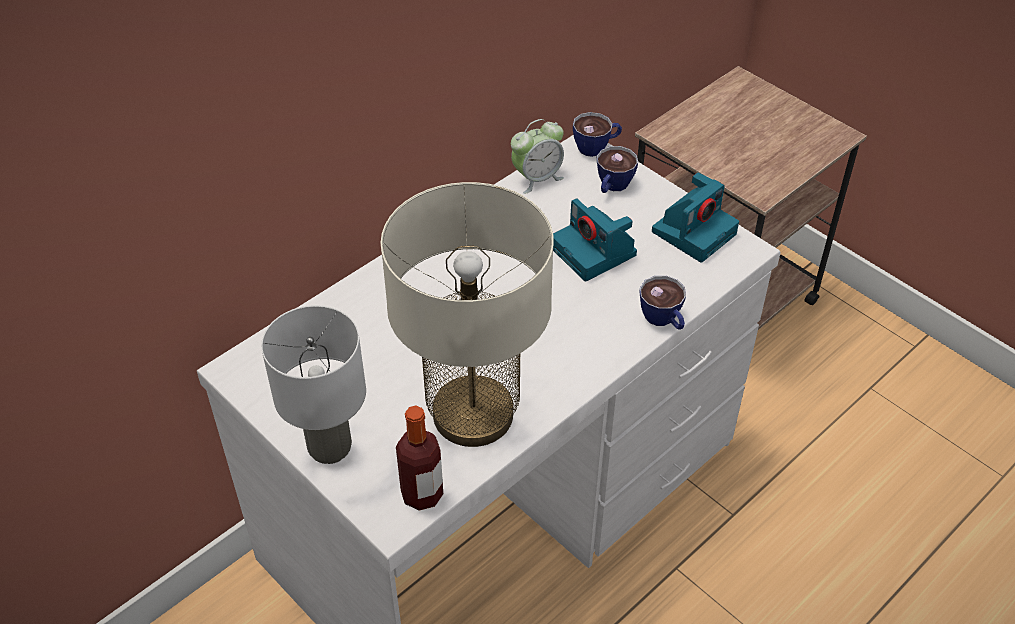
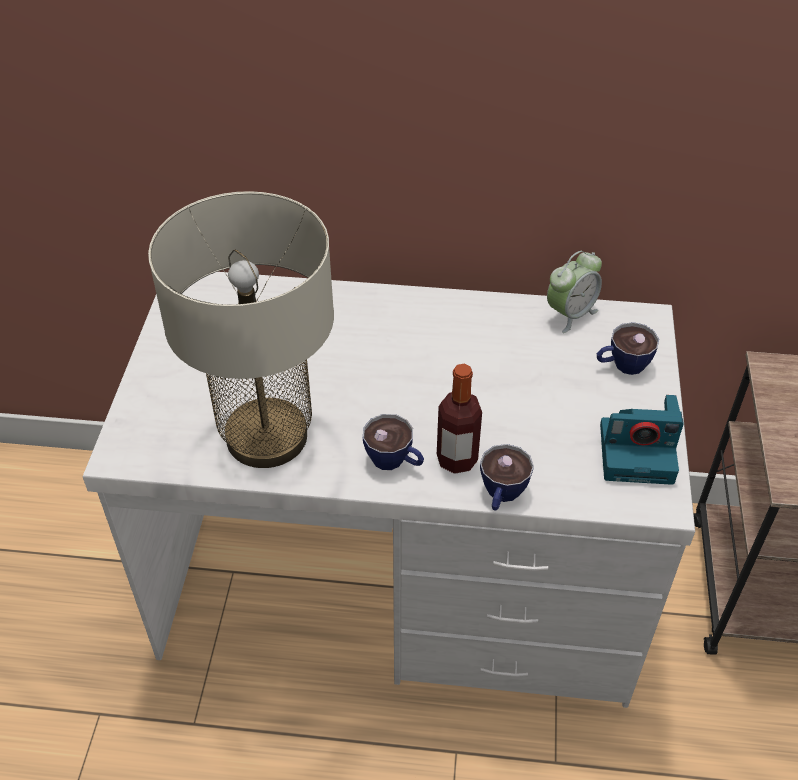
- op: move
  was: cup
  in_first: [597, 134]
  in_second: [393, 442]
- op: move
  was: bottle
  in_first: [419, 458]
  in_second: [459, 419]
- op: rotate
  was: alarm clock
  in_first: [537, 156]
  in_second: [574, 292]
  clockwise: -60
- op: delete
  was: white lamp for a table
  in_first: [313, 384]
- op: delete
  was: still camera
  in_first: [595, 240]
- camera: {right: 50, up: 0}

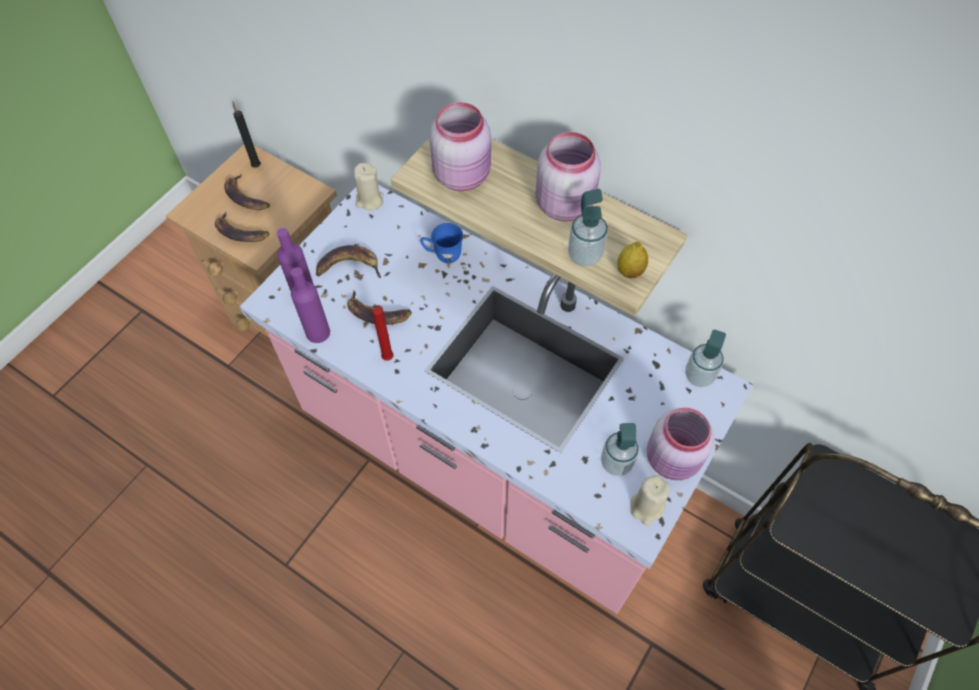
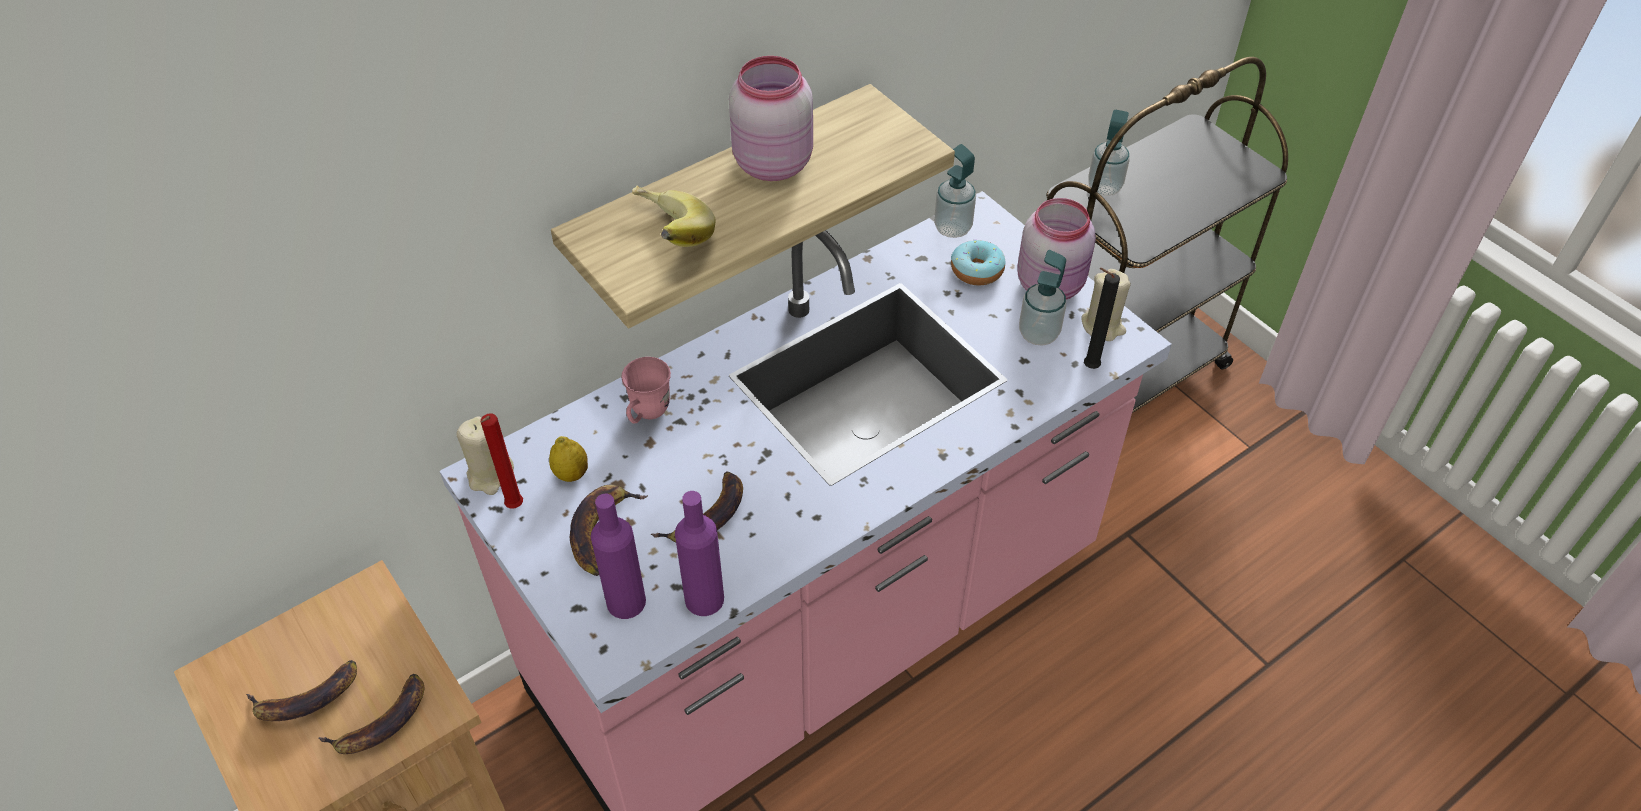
- op: move
  was: red-coloured wax light
  in_first: [379, 333]
  in_second: [502, 461]
- op: move
  was: whole lemon
  in_first: [632, 259]
  in_second: [568, 459]
- op: recolor
  was: blue-coloured mug
  now: pink mug
  in_first: [441, 243]
  in_second: [646, 390]
- op: replace
  was: pink storage jar
  now: banana
  in_first: [460, 146]
  in_second: [673, 216]
- op: insert
  now: donut
  in_second: [978, 263]
- op: move
  was: black-coloured wax light
  in_first: [246, 134]
  in_second: [1102, 318]
- op: move
  was: liquid soap bottle
  in_first: [588, 228]
  in_second: [1109, 153]
- camera: {right: -70, up: -10}

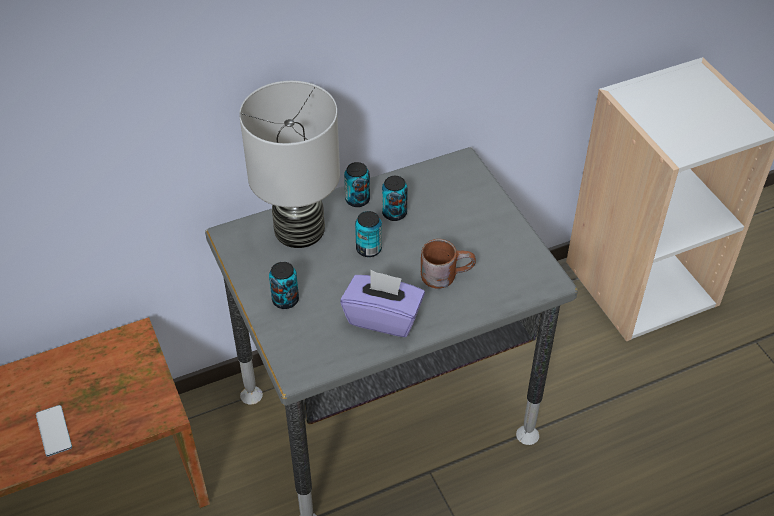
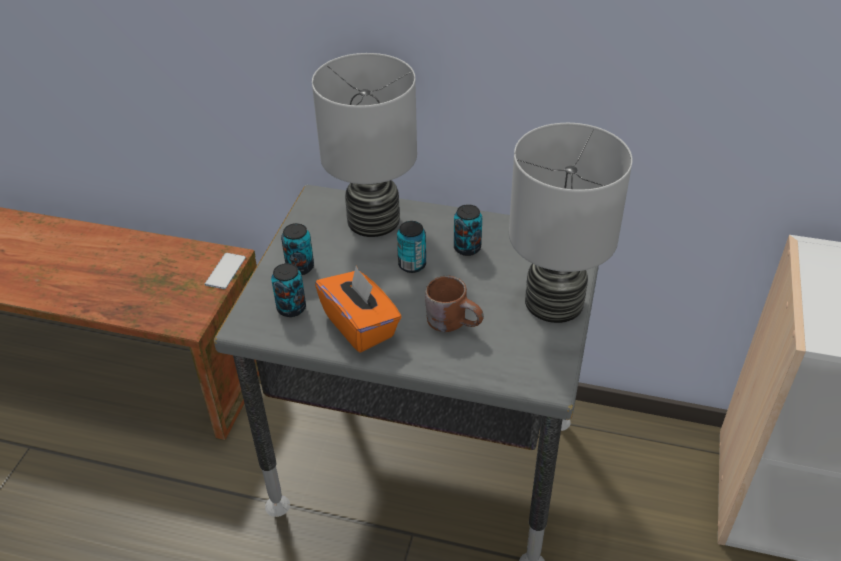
- op: move
  was: handset
  in_first: [54, 431]
  in_second: [225, 271]
- op: move
  was: can
  in_first: [357, 184]
  in_second: [288, 290]
- op: recolor
  was: purplish box of tissues
  now: orange box of tissues
  in_first: [382, 303]
  in_second: [358, 309]
- op: insert
  now: gray lamp for a table
  in_second: [571, 223]
- camera: {right: 40, up: -5}

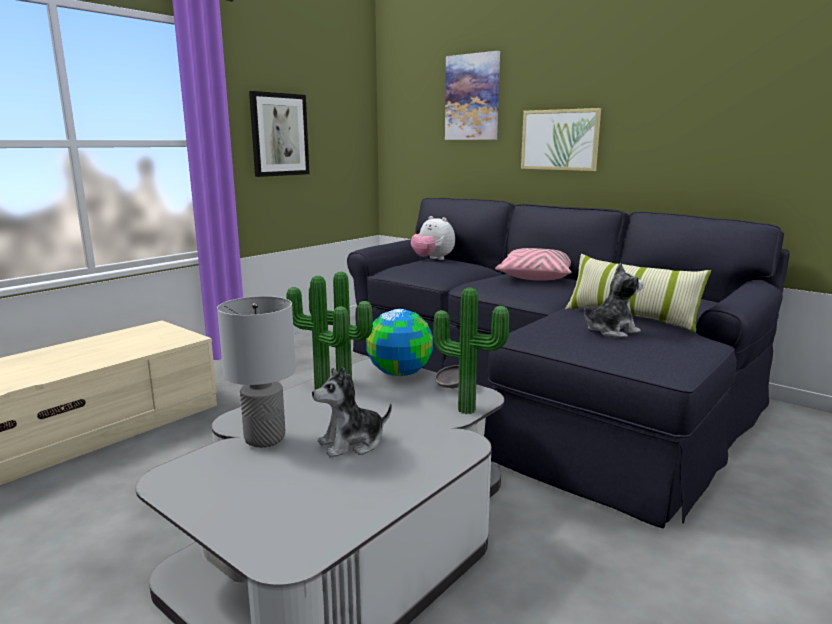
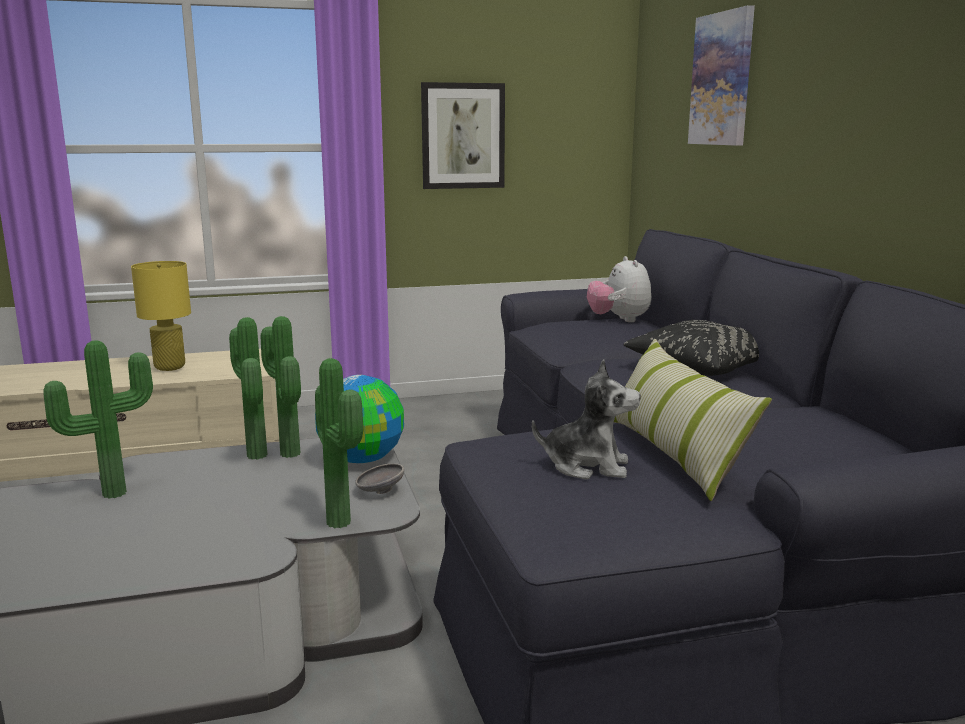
- op: replace
  was: gray lamp for a table
  now: potted plant
  in_first: [256, 372]
  in_second: [98, 419]
- op: insert
  now: yellow-coloured lamp for a table
  in_second: [161, 316]
- op: recolor
  was: pink pillow
  now: black-coloured pillow
  in_first: [533, 264]
  in_second: [691, 348]
- op: delete
  was: plush toy
  in_first: [352, 412]
- op: delete
  was: picture
  in_first: [561, 139]
- camera: {right: 35, up: 0}

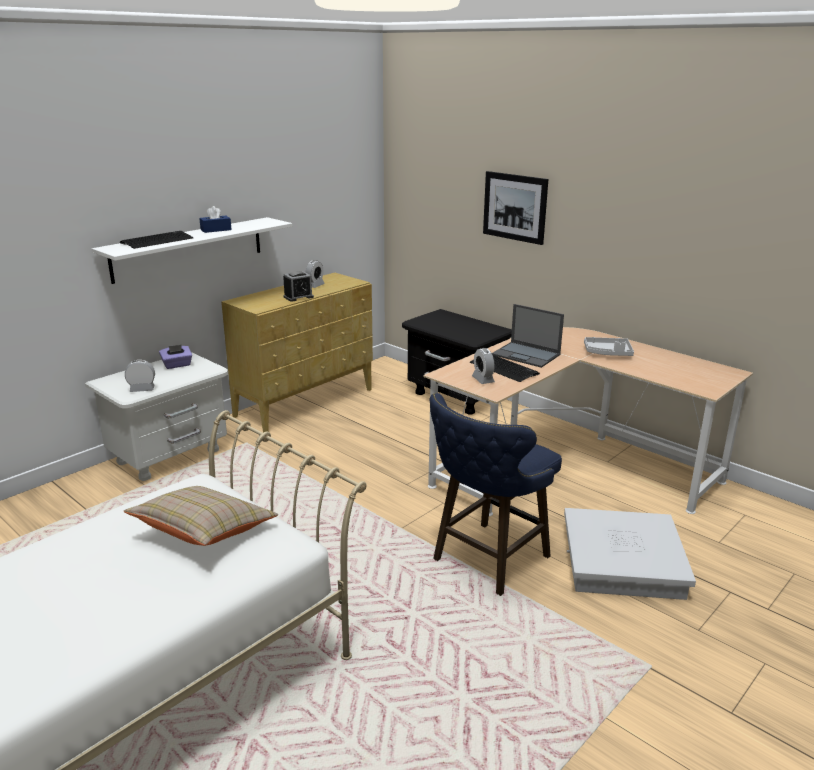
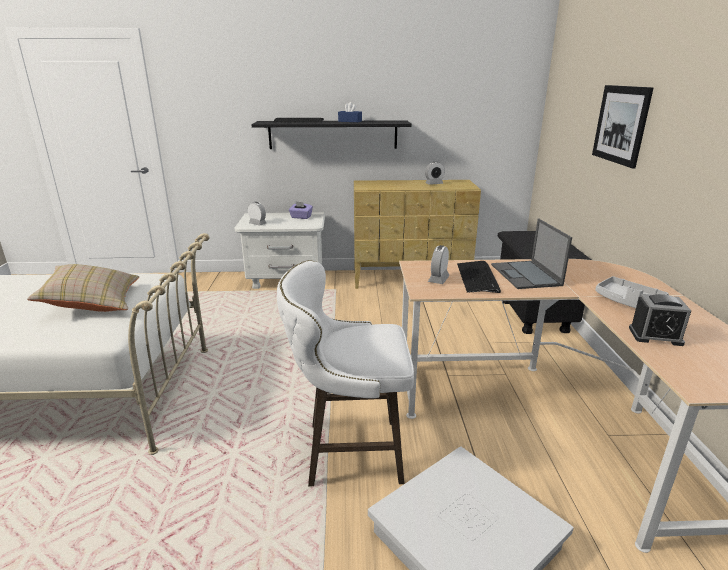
- op: recolor
  was: white wall shelf
  now: black-coloured wall shelf
  in_first: [192, 250]
  in_second: [331, 134]
- op: recolor
  was: blue-coloured stool
  now: white stool
  in_first: [496, 494]
  in_second: [345, 373]
- op: move
  was: alarm clock
  in_first: [298, 286]
  in_second: [660, 320]
- camera: {right: 45, up: 0}

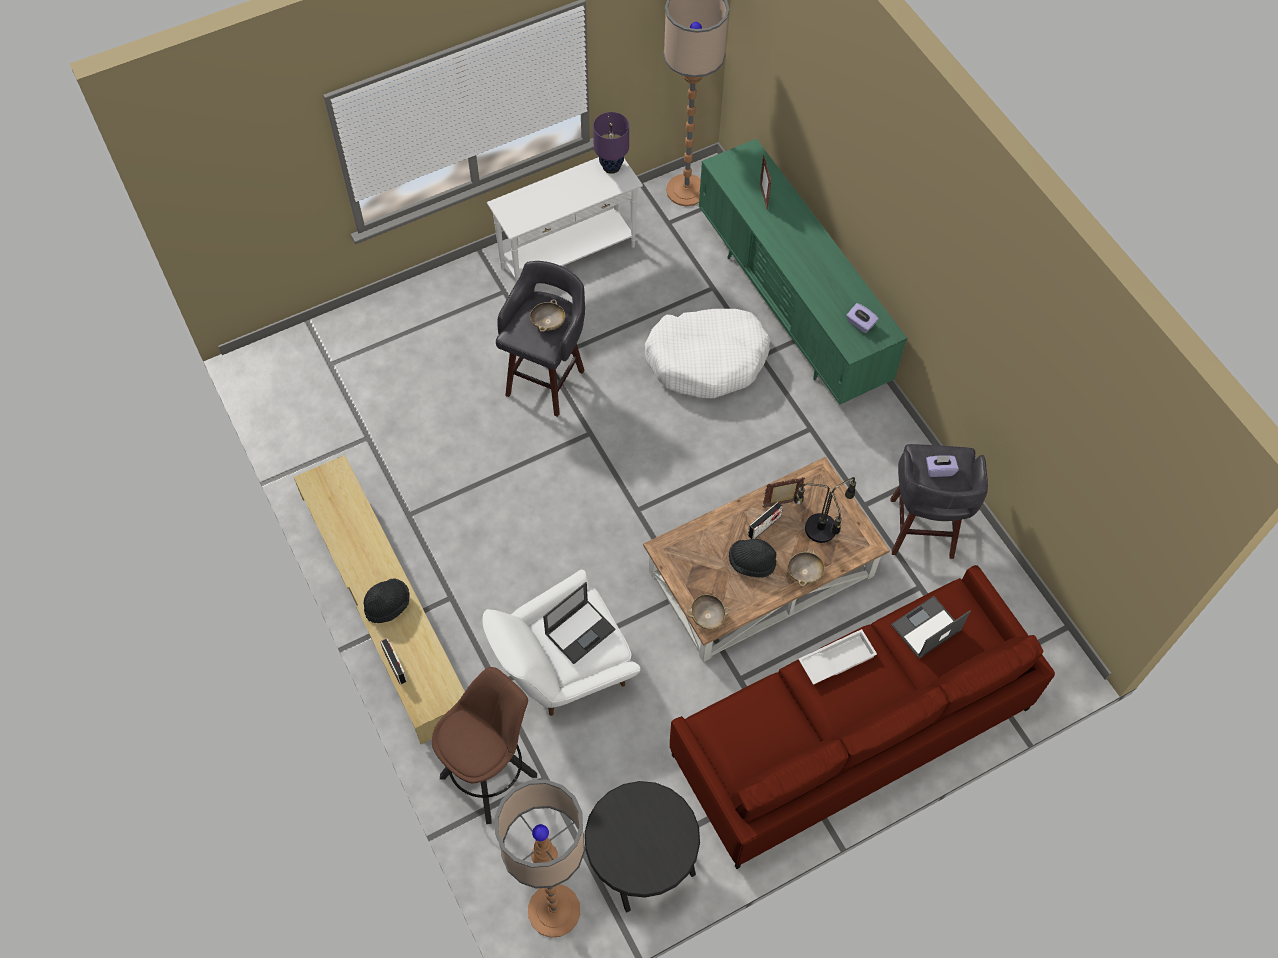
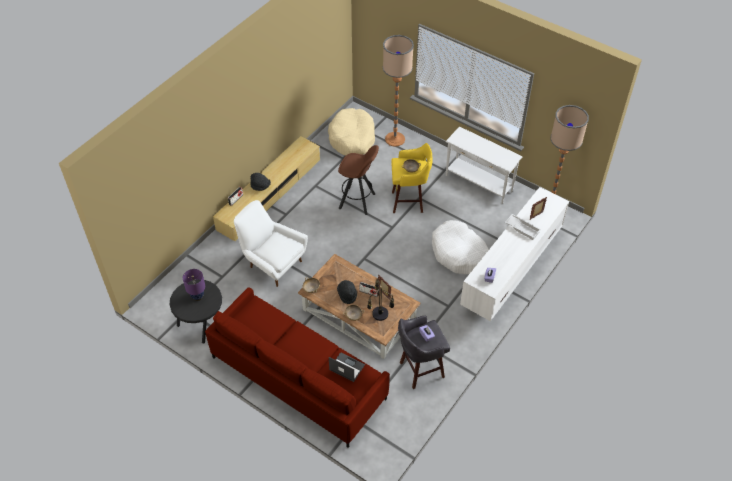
- op: move
  was: purplish lamp for a table
  in_first: [611, 143]
  in_second: [194, 285]
- op: insert
  now: sand-coloured pet bed
  in_second: [351, 131]
- op: move
  was: brown stool
  in_first: [484, 745]
  in_second: [358, 180]
- op: move
  was: floor lamp
  in_first: [540, 858]
  in_second: [398, 91]
- op: recolor
  was: gray stool
  now: yellow-coloured stool
  in_first: [540, 339]
  in_second: [412, 178]
- op: recolor
  was: green-coloured cabinet
  now: white cabinet
  in_first: [803, 272]
  in_second: [514, 254]
- op: move
  was: white tray
  in_first: [838, 657]
  in_second: [523, 227]
- op: delete
  was: portable computer
  in_first: [579, 623]
- camera: {right: 65, up: -10}

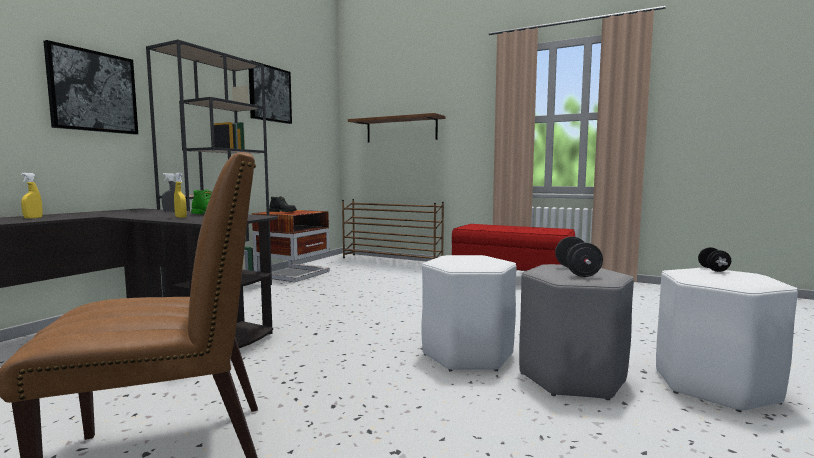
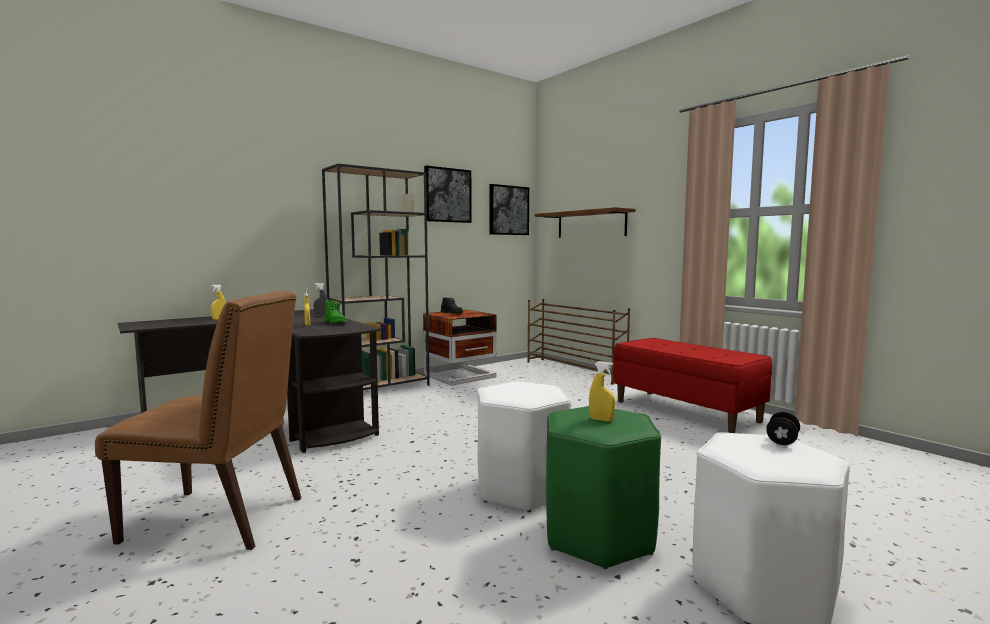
- op: move
  was: picture
  in_first: [90, 87]
  in_second: [509, 209]
- op: recolor
  was: gray stool
  now: green-coloured stool
  in_first: [576, 332]
  in_second: [603, 487]
- op: replace
  was: black-coloured free weight
  now: yellow-coloured hand sprayer
  in_first: [579, 256]
  in_second: [602, 391]
- camera: {right: 25, up: 0}

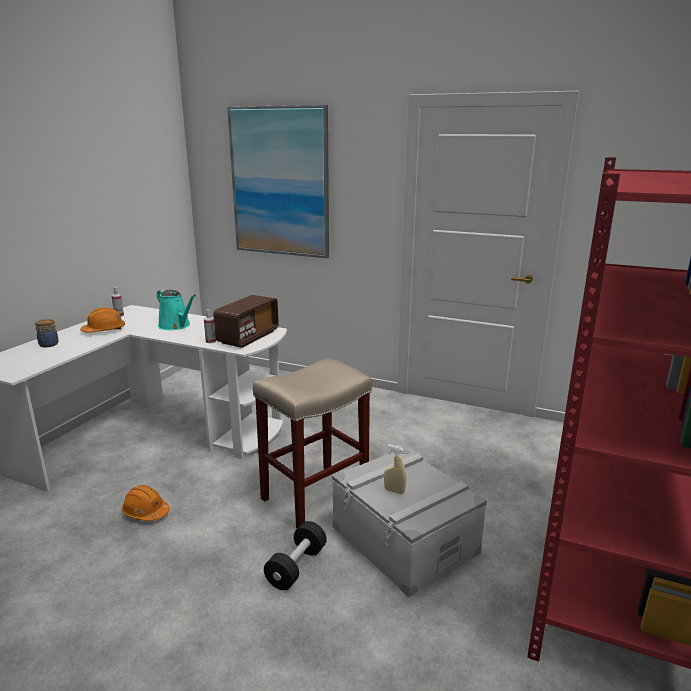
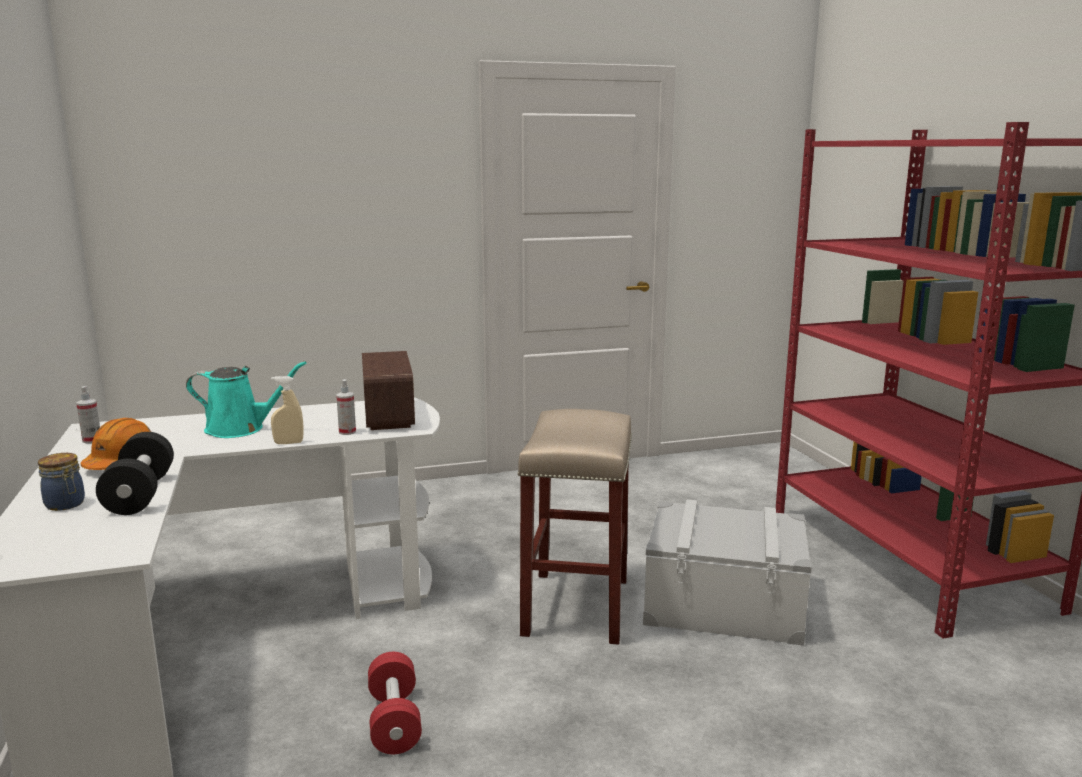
- op: move
  was: black-coloured free weight
  in_first: [295, 555]
  in_second: [135, 473]
- op: move
  was: sand-coloured hand sprayer
  in_first: [395, 469]
  in_second: [287, 410]
- op: replace
  was: orange safety helmet
  now: red-coloured free weight
  in_first: [146, 503]
  in_second: [395, 703]
- op: delete
  was: picture
  in_first: [278, 181]
- camera: {right: -40, up: -5}

